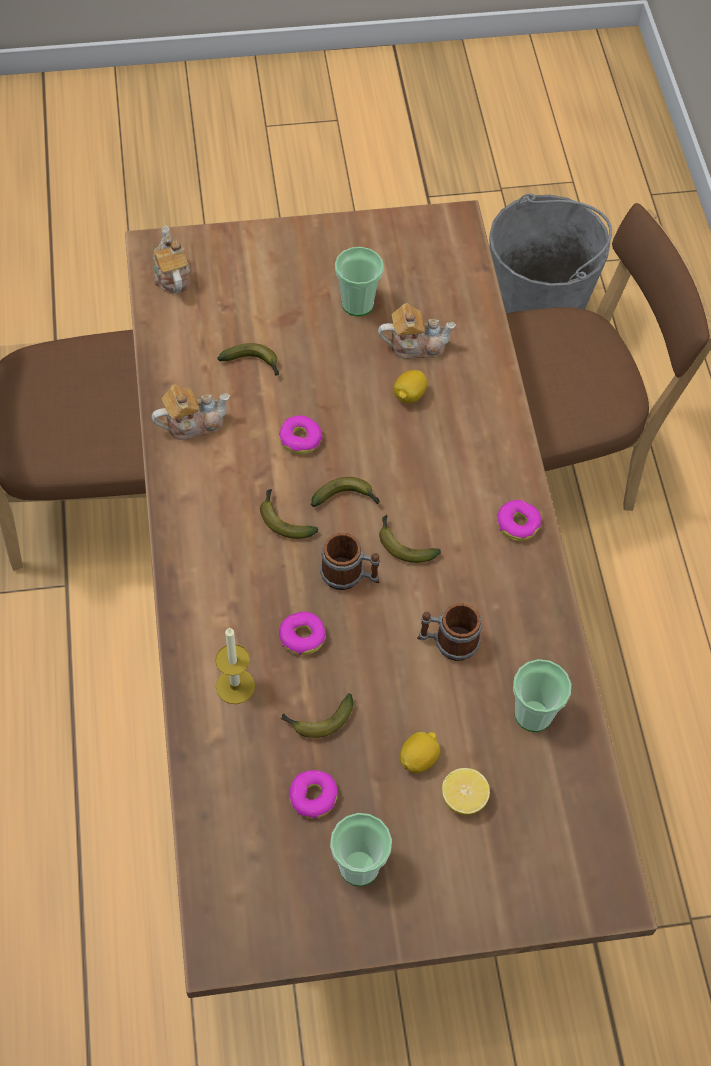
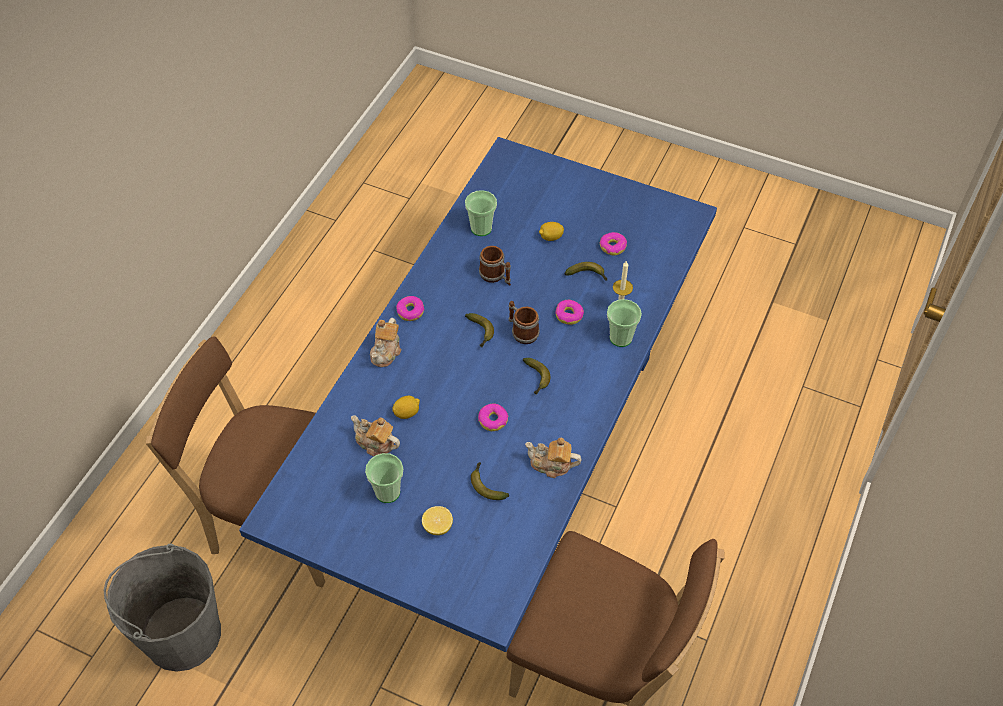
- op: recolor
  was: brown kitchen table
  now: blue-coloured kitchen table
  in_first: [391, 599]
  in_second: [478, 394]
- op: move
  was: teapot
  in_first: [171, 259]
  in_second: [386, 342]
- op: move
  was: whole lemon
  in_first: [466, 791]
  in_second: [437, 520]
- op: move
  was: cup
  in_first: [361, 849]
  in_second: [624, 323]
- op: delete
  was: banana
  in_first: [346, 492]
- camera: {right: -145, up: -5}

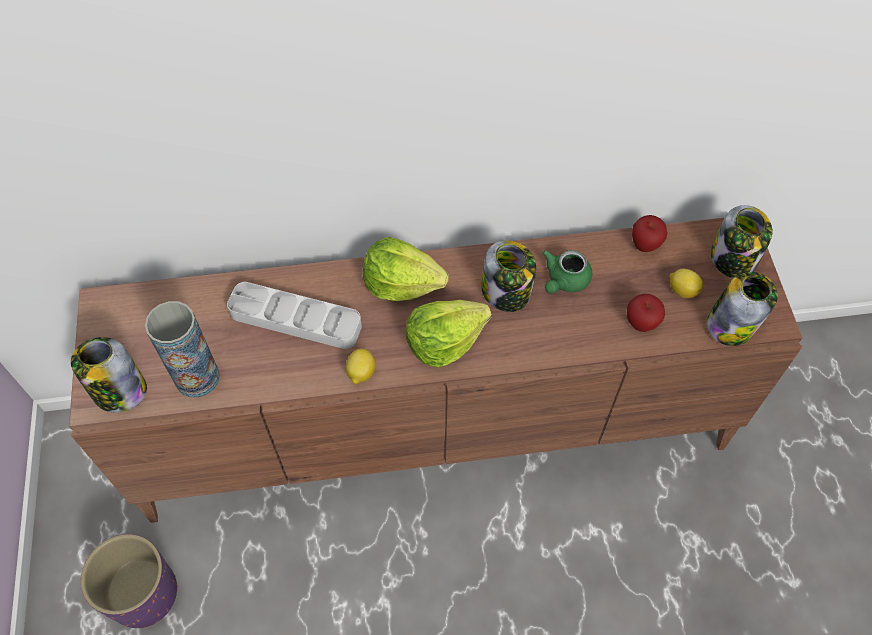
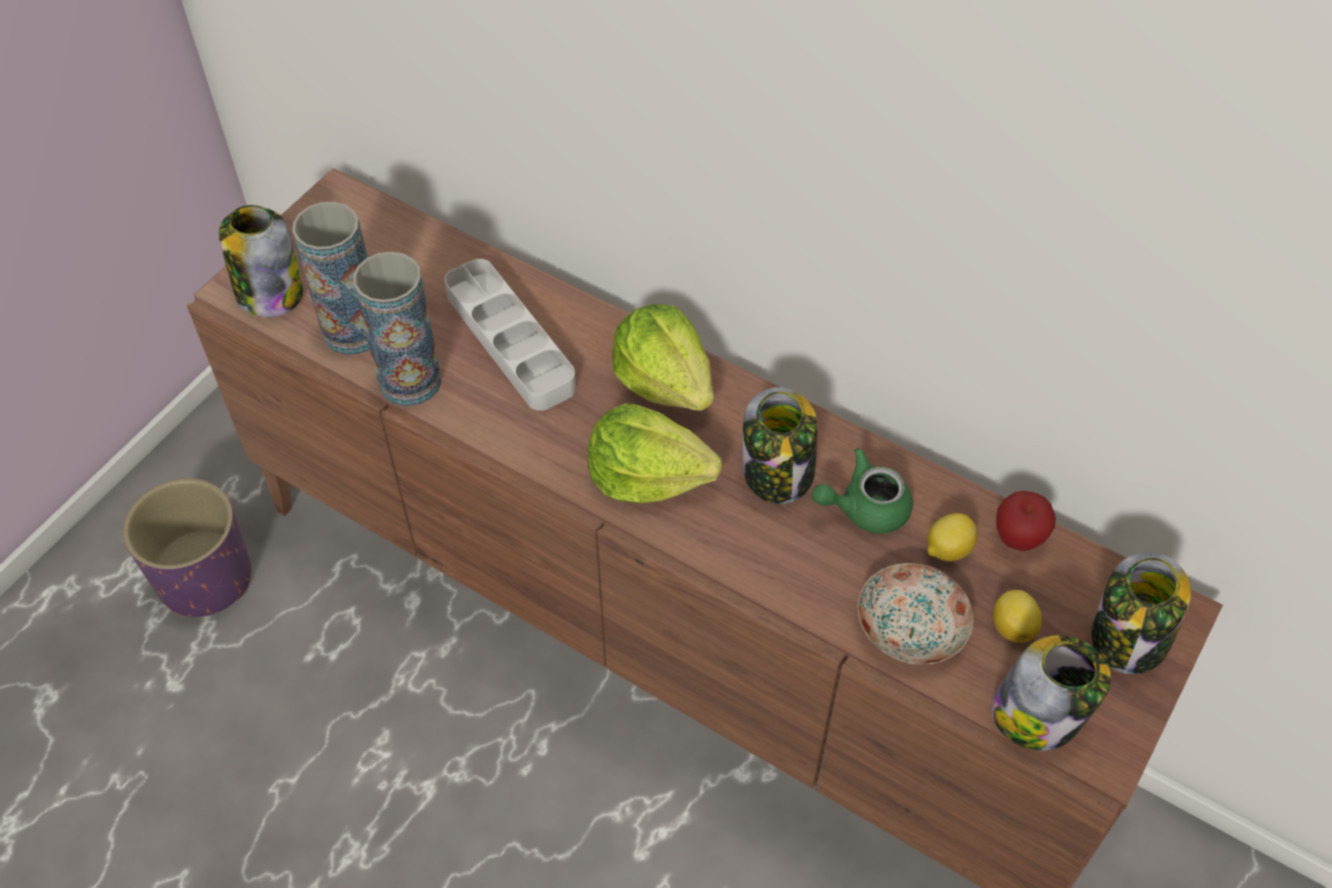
- op: insert
  now: vase
  in_second: [397, 329]
- op: replace
  was: apple fruit
  now: dinner plate
  in_first: [646, 313]
  in_second: [915, 613]
- op: move
  was: whole lemon
  in_first: [360, 366]
  in_second: [952, 537]
- camera: {right: 40, up: -5}

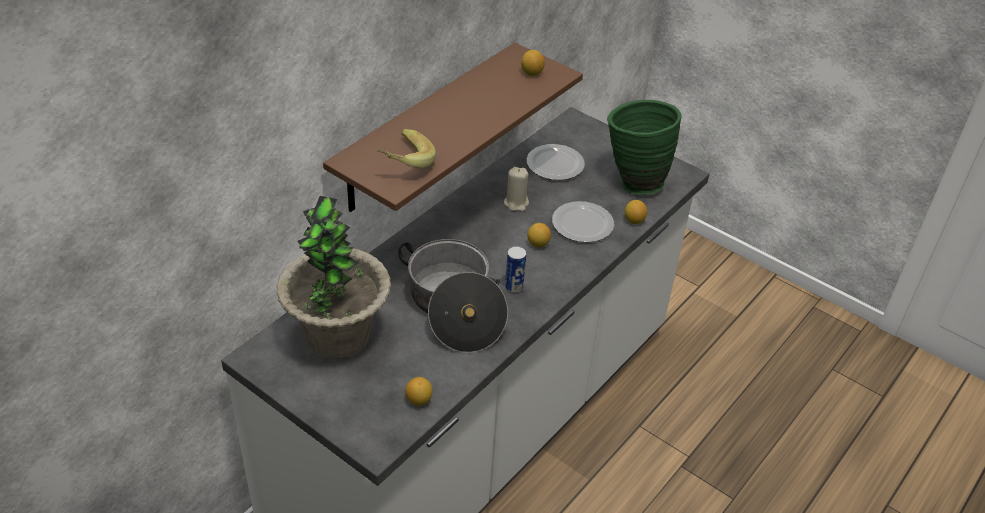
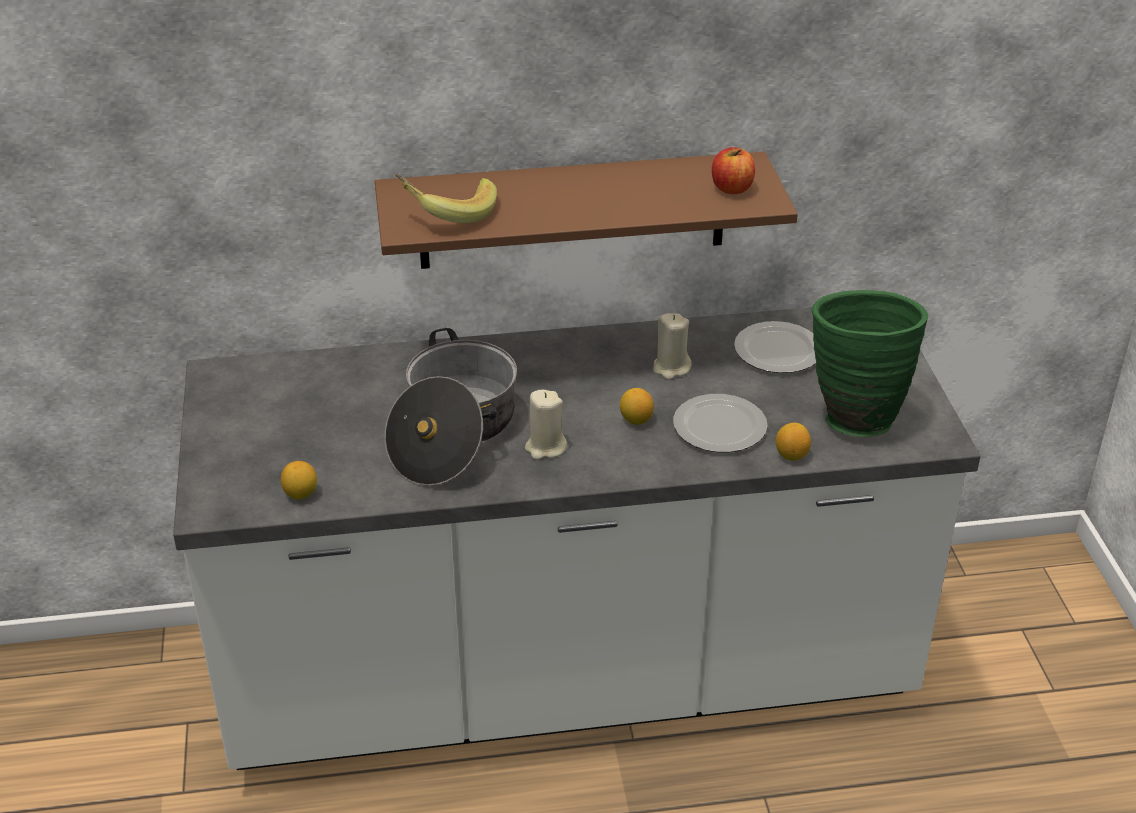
- op: replace
  was: can
  now: sand-coloured wax light
  in_first: [515, 270]
  in_second: [546, 425]
- op: replace
  was: whole lemon
  now: apple fruit
  in_first: [533, 63]
  in_second: [733, 170]
- op: delete
  was: potted plant
  in_first: [333, 277]
- camera: {right: 45, up: -5}

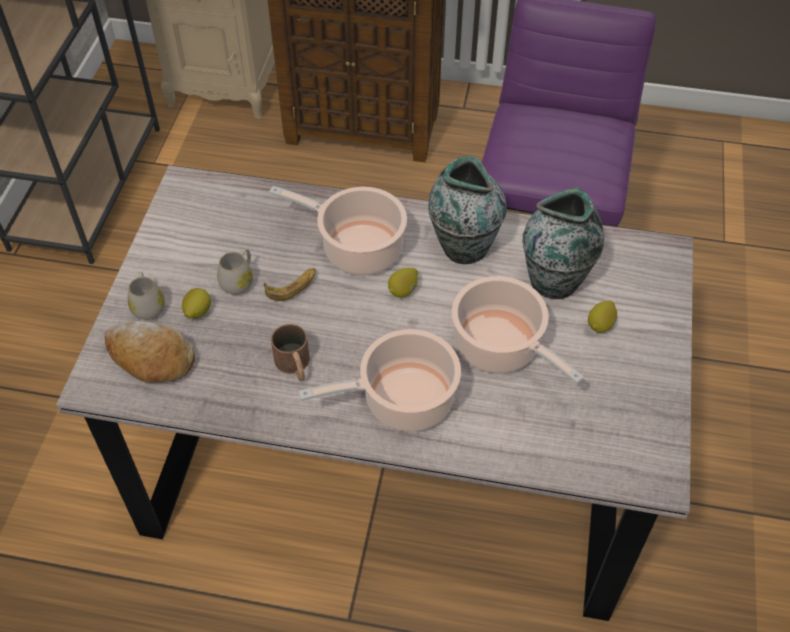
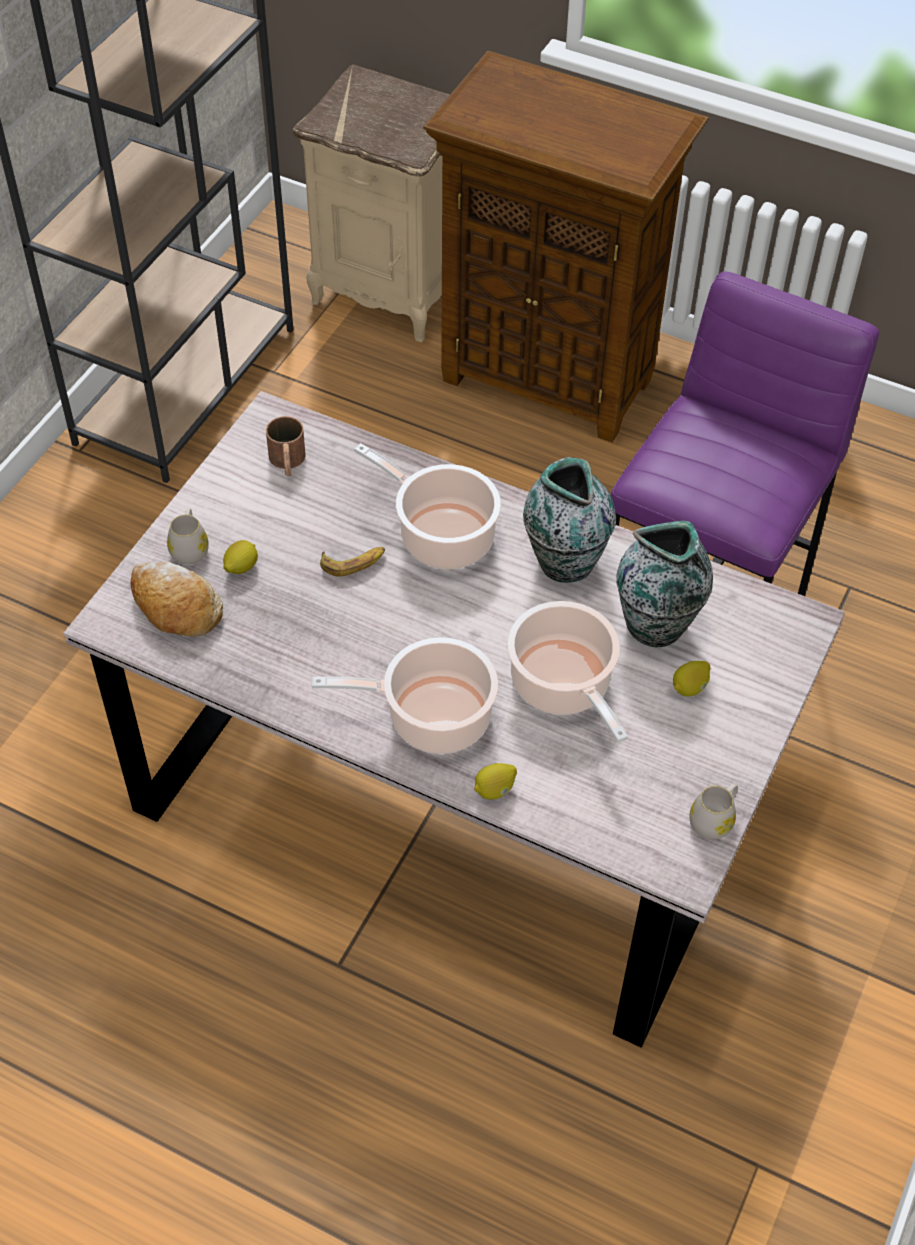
- op: move
  was: brown mug
  in_first: [290, 352]
  in_second: [286, 446]
- op: move
  was: whole lemon
  in_first: [403, 283]
  in_second: [495, 781]
- op: move
  was: white mug
  in_first: [235, 272]
  in_second: [713, 811]
- camera: {right: 15, up: 0}

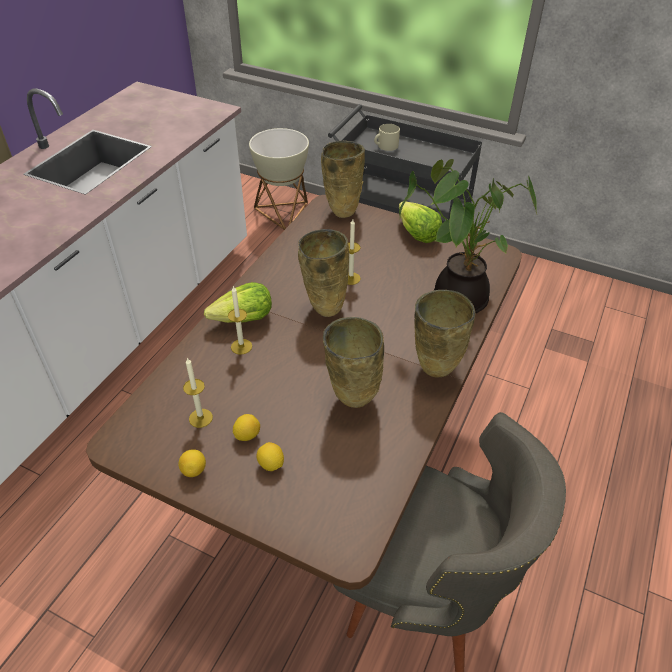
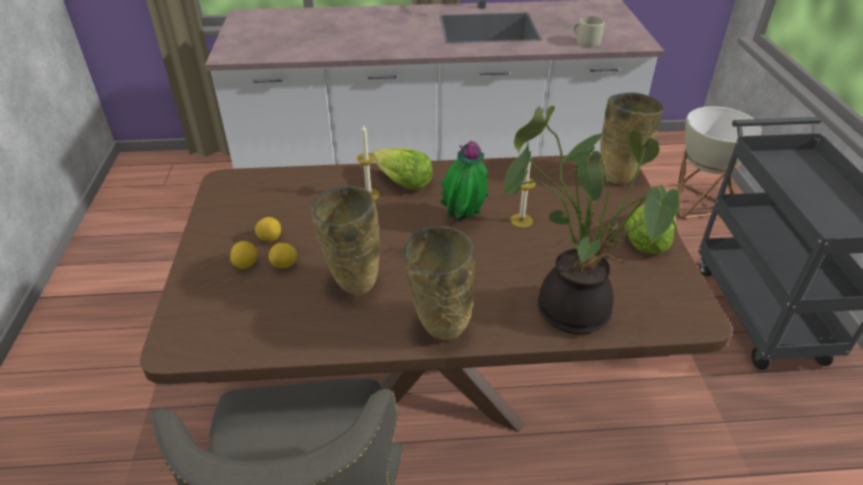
- op: move
  was: whole lemon
  in_first: [192, 463]
  in_second: [282, 255]
- op: replace
  was: sand-coloured vase
  now: potted plant
  in_first: [323, 273]
  in_second: [464, 180]
- op: move
  was: sand-coloured mug
  in_first: [387, 137]
  in_second: [589, 31]
- op: delete
  was: wax light
  in_first: [198, 392]
- camera: {right: 60, up: -5}

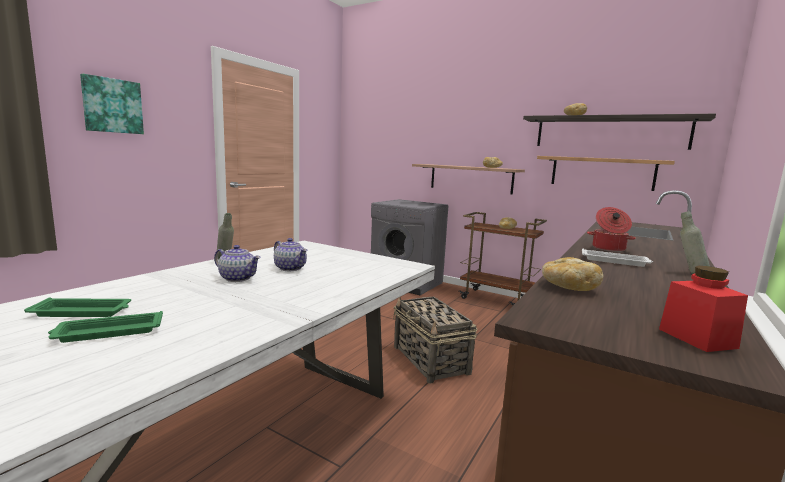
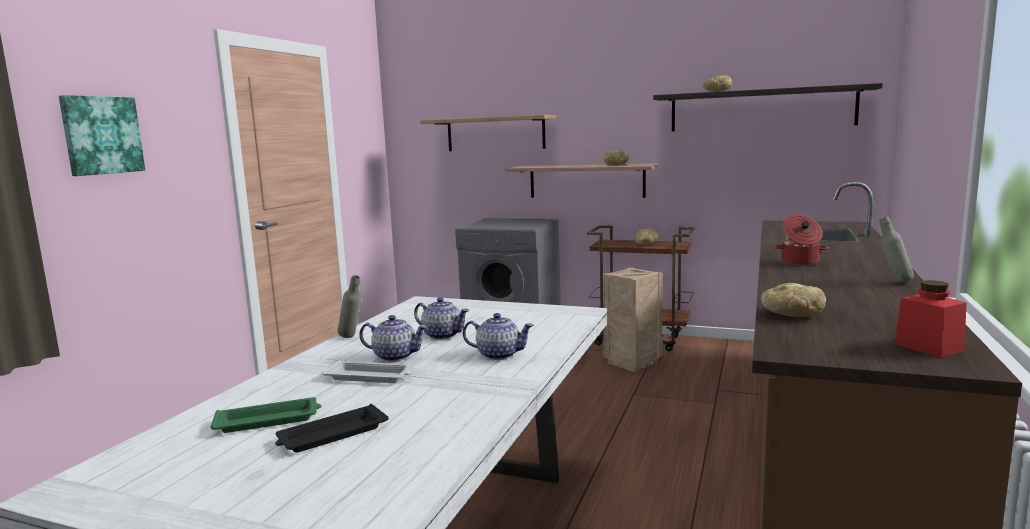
- op: recolor
  was: green-coloured tray
  now: black-coloured tray
  in_first: [105, 327]
  in_second: [331, 428]
- op: move
  was: white tray
  in_first: [617, 258]
  in_second: [368, 371]
- op: move
  was: wall shelf
  in_first: [606, 173]
  in_second: [488, 133]
- op: insert
  now: teapot
  in_second: [498, 336]
- op: insert
  now: packing crate
  in_second: [633, 319]
- op: delete
  was: household basket
  in_first: [435, 340]
- camera: {right: -10, up: 0}

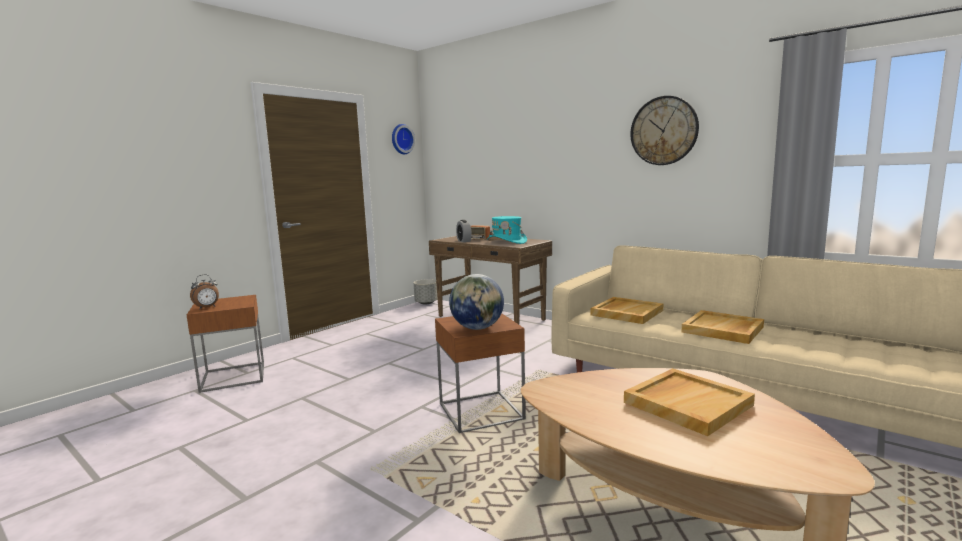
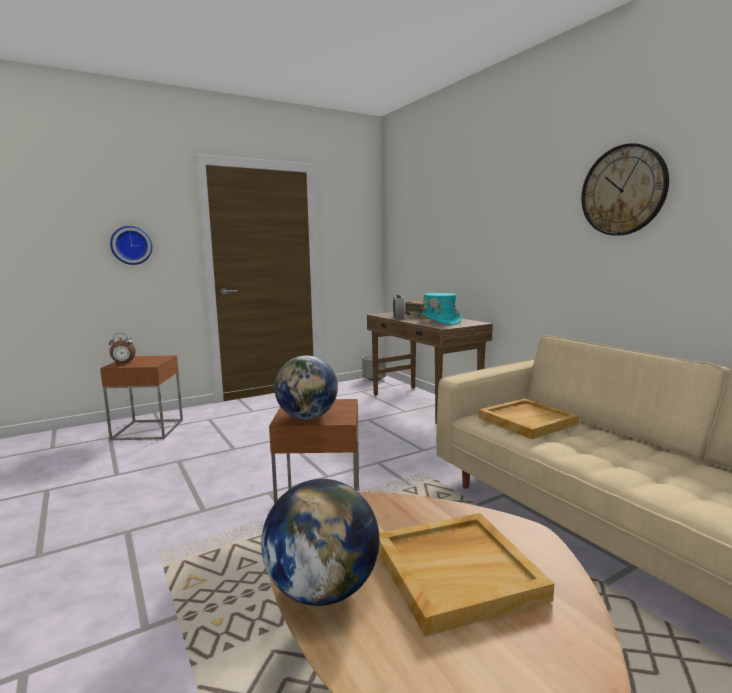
- op: move
  was: wall clock
  in_first: [403, 139]
  in_second: [131, 245]
- op: insert
  now: globe
  in_second: [320, 542]
- op: delete
  was: sand-coloured tray
  in_first: [723, 327]
- camera: {right: 20, up: 0}

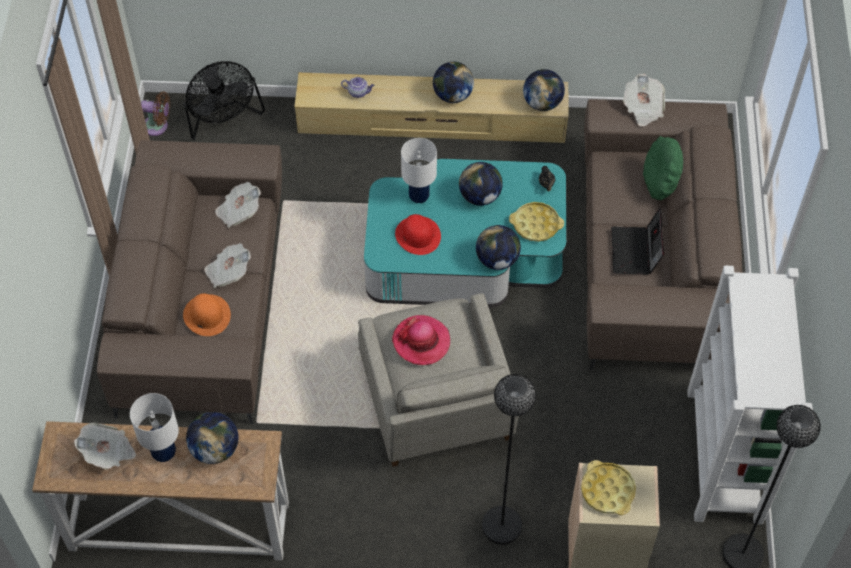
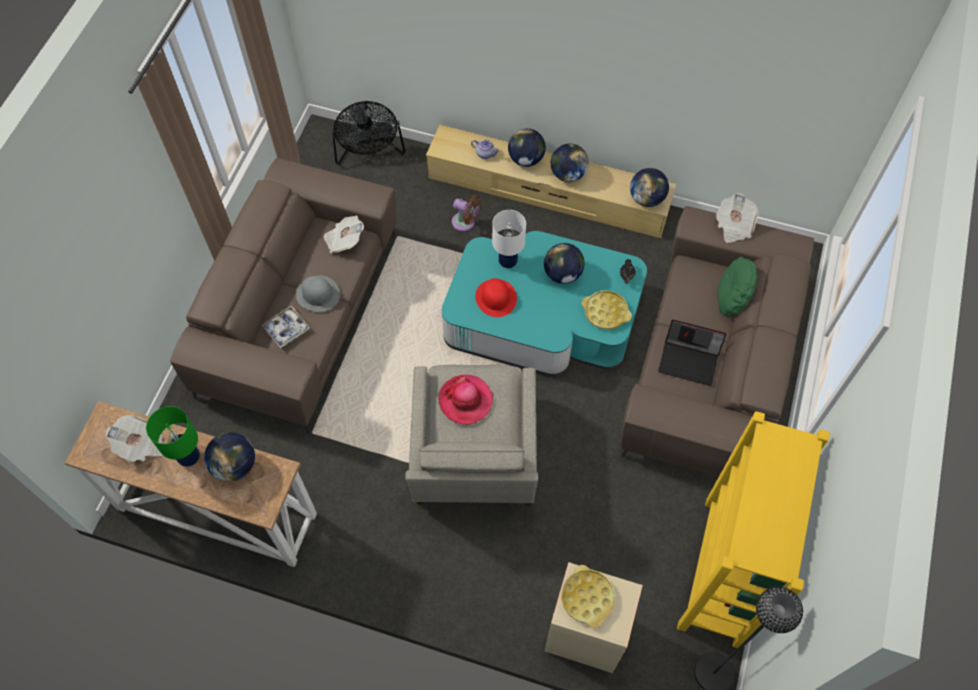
- op: recolor
  was: white lamp for a table
  now: green-coloured lamp for a table
  in_first: [154, 427]
  in_second: [173, 436]
- op: replace
  was: orange clothing hat
  now: tray
  in_first: [207, 314]
  in_second: [286, 326]
- op: replace
  was: newspaper
  now: gray clothing hat
  in_first: [227, 265]
  in_second: [318, 294]
- op: move
  was: brown electric fan
  in_first: [155, 114]
  in_second: [467, 213]
- op: move
  was: globe
  in_first: [498, 247]
  in_second: [527, 147]
- op: rotate
  was: portable computer
  in_first: [637, 241]
  in_second: [692, 353]
  clockwise: -90
- op: recolor
  was: white bookshelf
  now: yellow-coloured bookshelf
  in_first: [750, 395]
  in_second: [753, 529]
- op: delete
  was: black-coloured floor lamp
  in_first: [509, 459]
- camera: {right: 15, up: 5}

